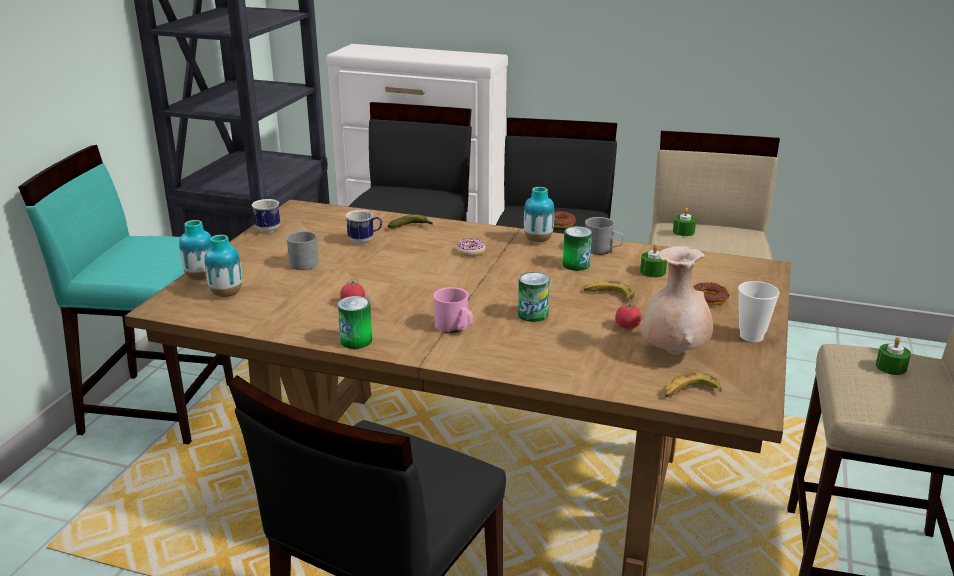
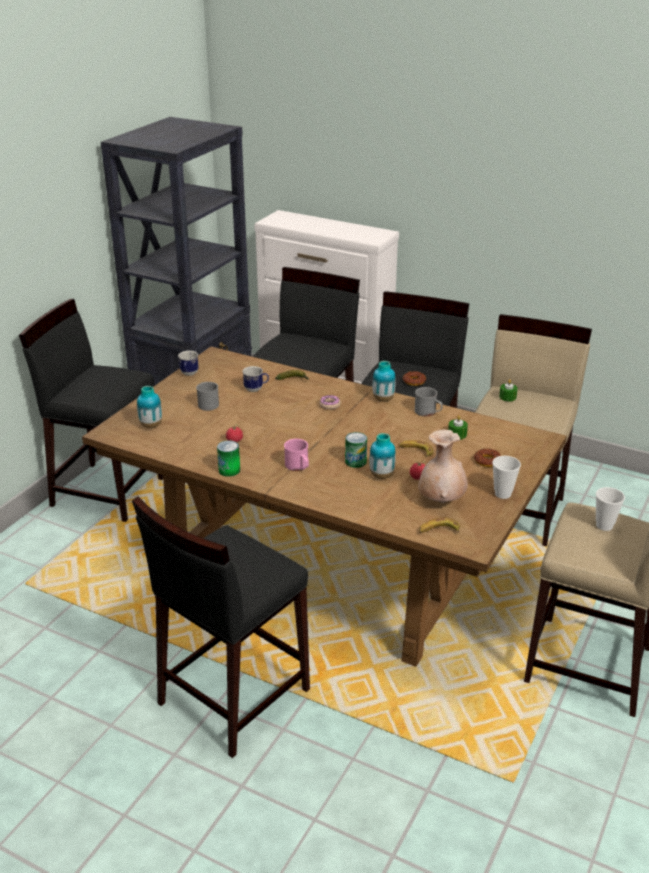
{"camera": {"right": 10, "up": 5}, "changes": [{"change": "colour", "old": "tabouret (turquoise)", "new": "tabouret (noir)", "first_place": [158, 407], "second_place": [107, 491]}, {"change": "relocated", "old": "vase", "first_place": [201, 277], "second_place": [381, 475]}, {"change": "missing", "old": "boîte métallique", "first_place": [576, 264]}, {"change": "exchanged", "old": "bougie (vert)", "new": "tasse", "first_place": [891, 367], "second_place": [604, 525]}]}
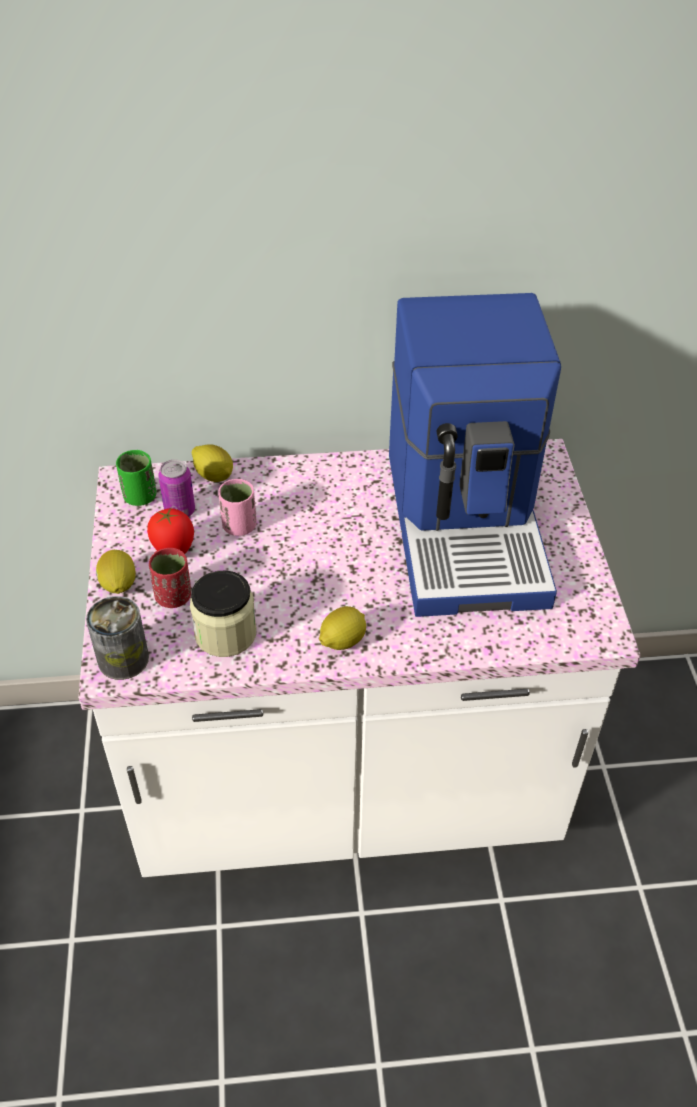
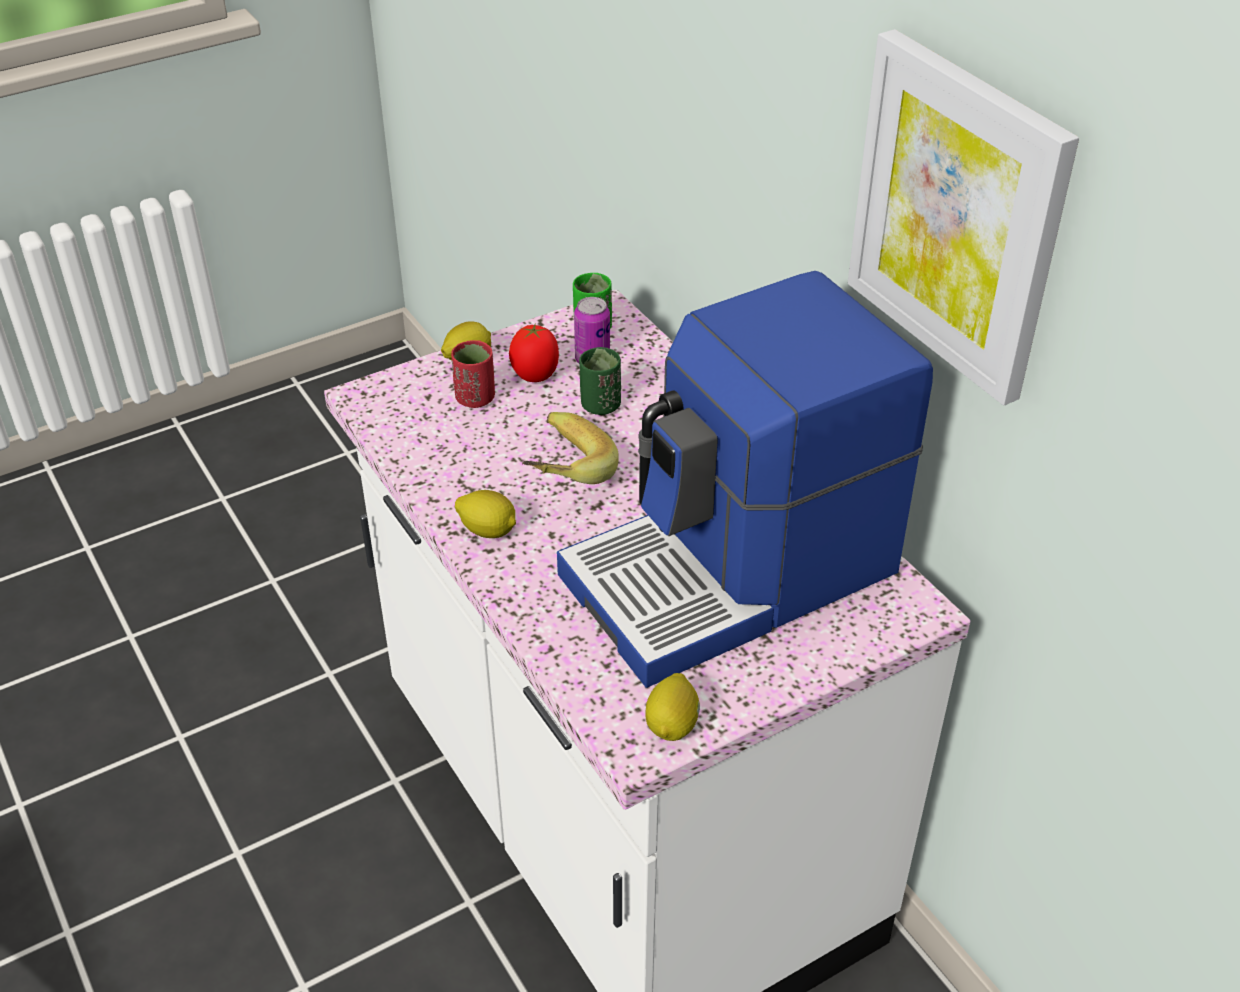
{"camera": {"right": 65, "up": -5}, "changes": [{"change": "missing", "old": "boîte métallique", "first_place": [123, 659]}, {"change": "missing", "old": "bocal", "first_place": [225, 634]}, {"change": "relocated", "old": "citron", "first_place": [214, 475], "second_place": [672, 725]}, {"change": "colour", "old": "tasse (rose)", "new": "tasse (vert)", "first_place": [239, 526], "second_place": [600, 405]}, {"change": "appeared", "new": "banane", "second_place": [559, 473]}, {"change": "appeared", "new": "tableau", "second_place": [958, 216]}]}
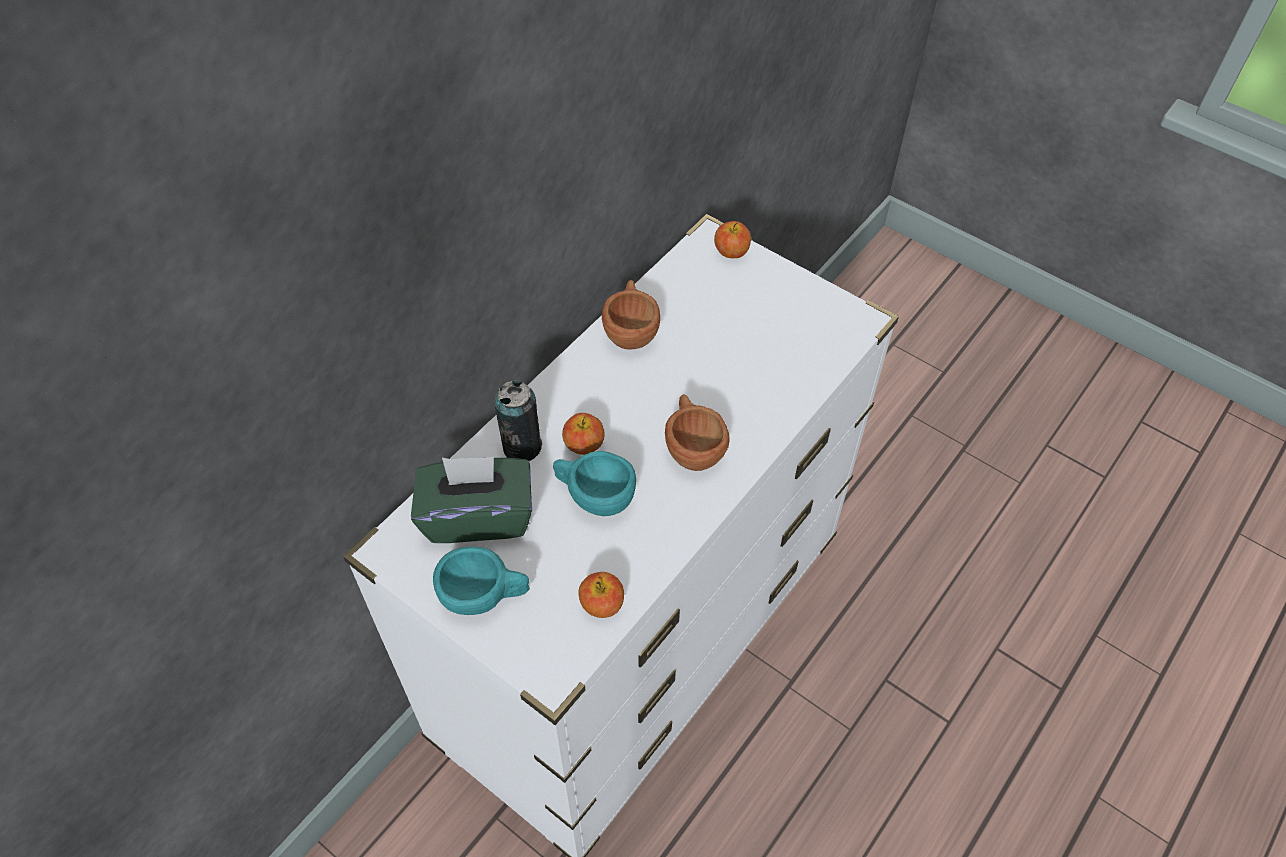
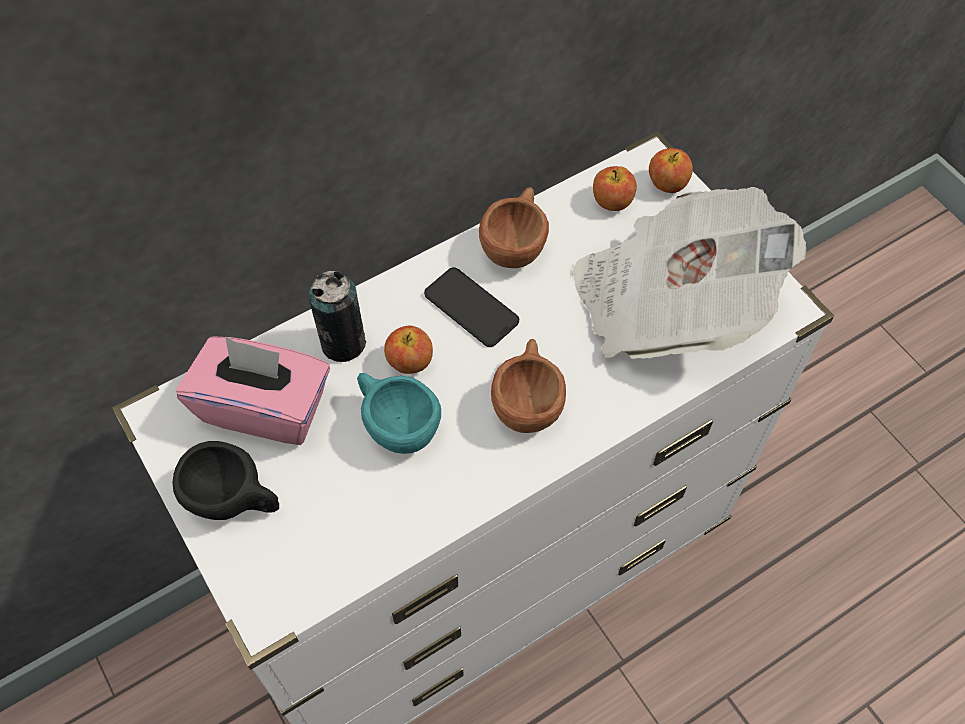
{"camera": {"right": 20, "up": 5}, "changes": [{"change": "colour", "old": "boîte à mouchoirs (vert)", "new": "boîte à mouchoirs (rose)", "first_place": [478, 516], "second_place": [265, 407]}, {"change": "colour", "old": "tasse (turquoise)", "new": "tasse (noir)", "first_place": [485, 596], "second_place": [235, 499]}, {"change": "relocated", "old": "pomme", "first_place": [601, 605], "second_place": [612, 201]}, {"change": "appeared", "new": "téléphone", "second_place": [471, 307]}, {"change": "appeared", "new": "journal", "second_place": [670, 303]}]}
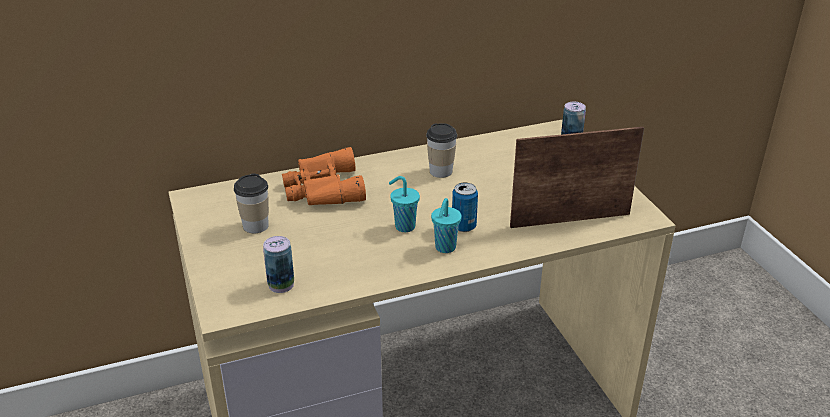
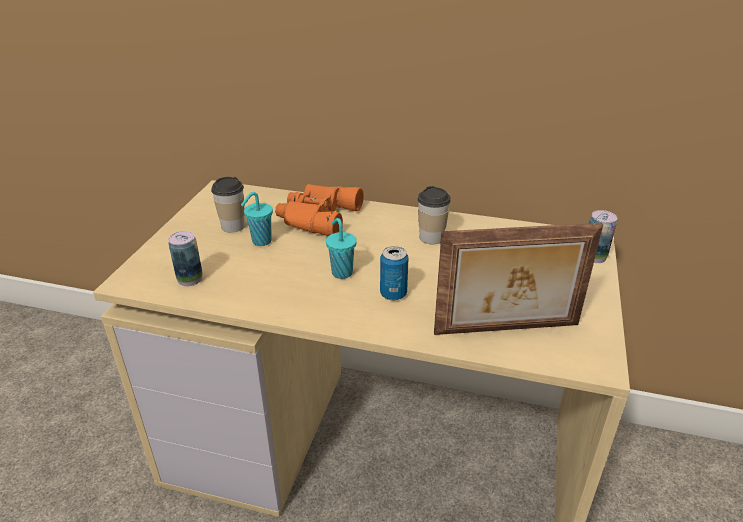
{"camera": {"right": 35, "up": 0}, "changes": [{"change": "relocated", "old": "tasse (turquoise)", "first_place": [445, 248], "second_place": [260, 241]}, {"change": "spun", "old": "cadre photo", "first_place": [569, 219], "second_place": [507, 330], "degrees": 150}]}
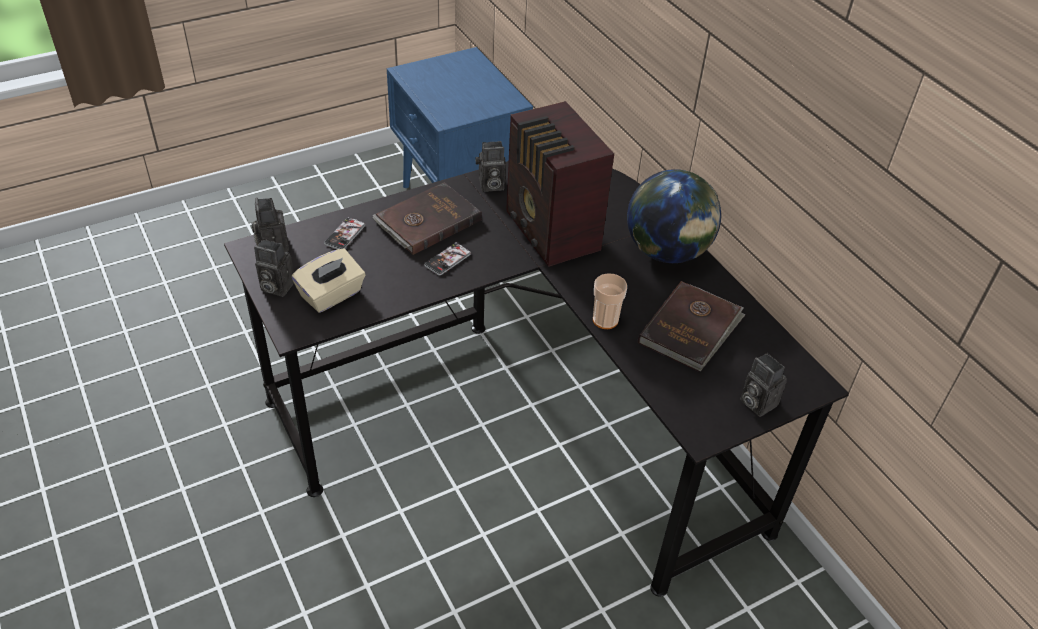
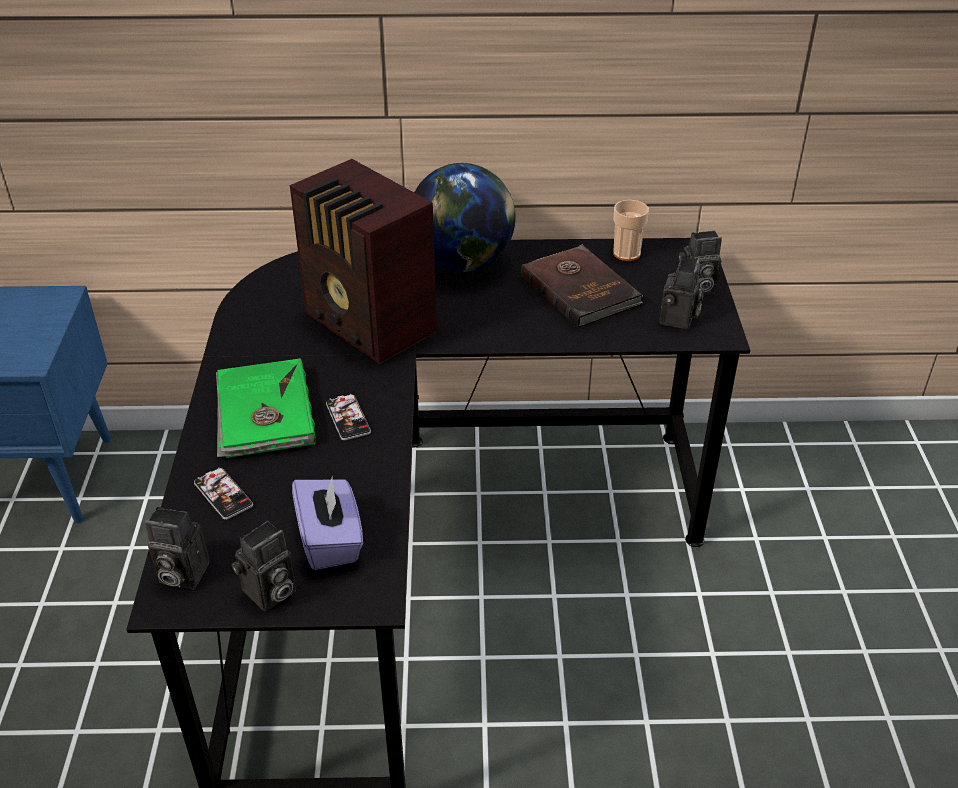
{"camera": {"right": -60, "up": -5}, "changes": [{"change": "colour", "old": "boîte à mouchoirs (beige)", "new": "boîte à mouchoirs (violet)", "first_place": [331, 295], "second_place": [330, 540]}, {"change": "colour", "old": "livre (marron)", "new": "livre (vert)", "first_place": [427, 221], "second_place": [263, 413]}, {"change": "relocated", "old": "appareil photo", "first_place": [490, 185], "second_place": [679, 320]}, {"change": "spun", "old": "radio", "first_place": [551, 233], "second_place": [370, 326], "degrees": 45}, {"change": "relocated", "old": "tasse", "first_place": [605, 320], "second_place": [626, 253]}]}
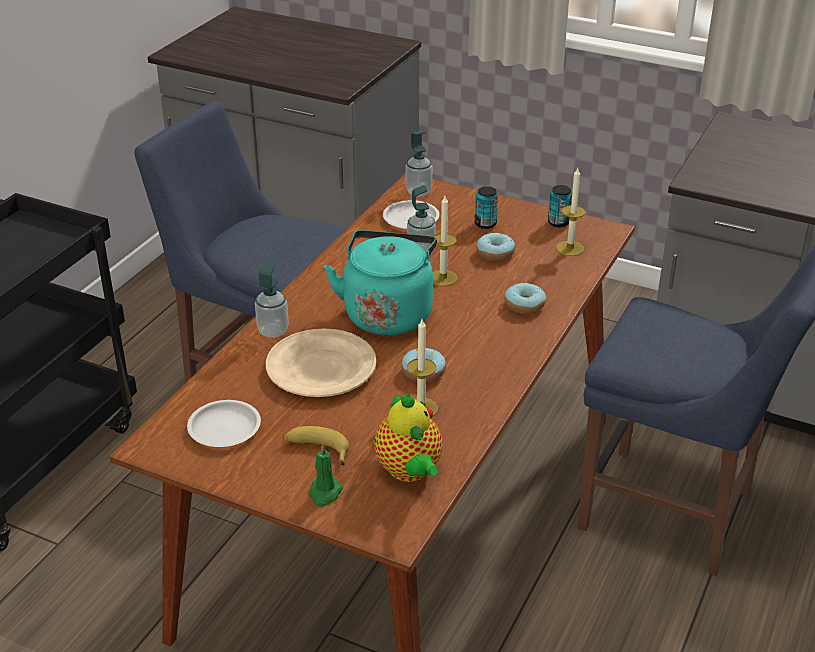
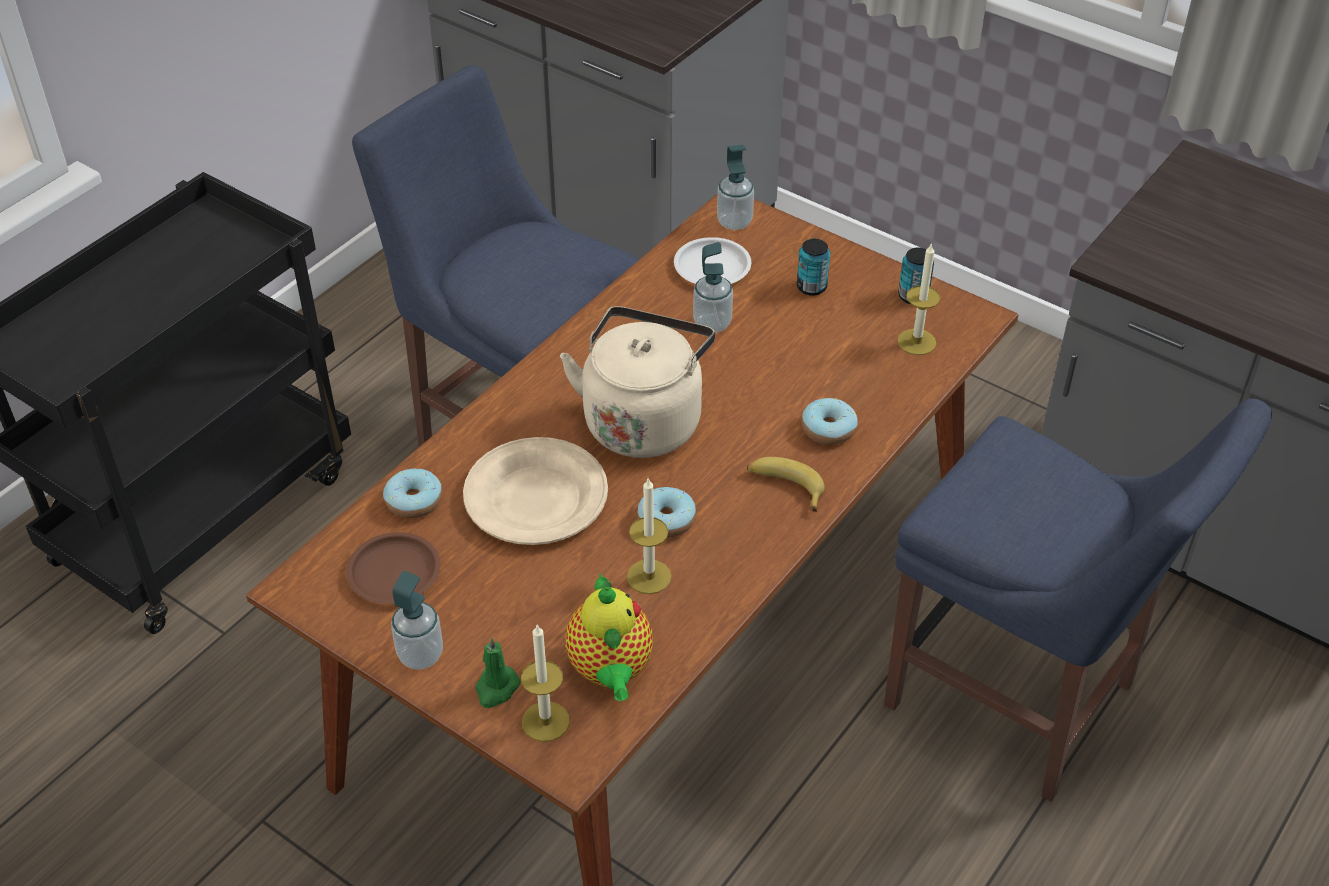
{"camera": {"right": 10, "up": 10}, "changes": [{"change": "colour", "old": "assiette (blanc)", "new": "assiette (marron)", "first_place": [224, 428], "second_place": [394, 572]}, {"change": "relocated", "old": "distributeur de savon", "first_place": [273, 331], "second_place": [420, 655]}, {"change": "relocated", "old": "banane", "first_place": [316, 449], "second_place": [785, 486]}, {"change": "colour", "old": "bouilloire (turquoise)", "new": "bouilloire (beige)", "first_place": [388, 313], "second_place": [643, 420]}, {"change": "relocated", "old": "bougie", "first_place": [443, 278], "second_place": [545, 721]}, {"change": "relocated", "old": "beignet", "first_place": [495, 253], "second_place": [414, 501]}]}
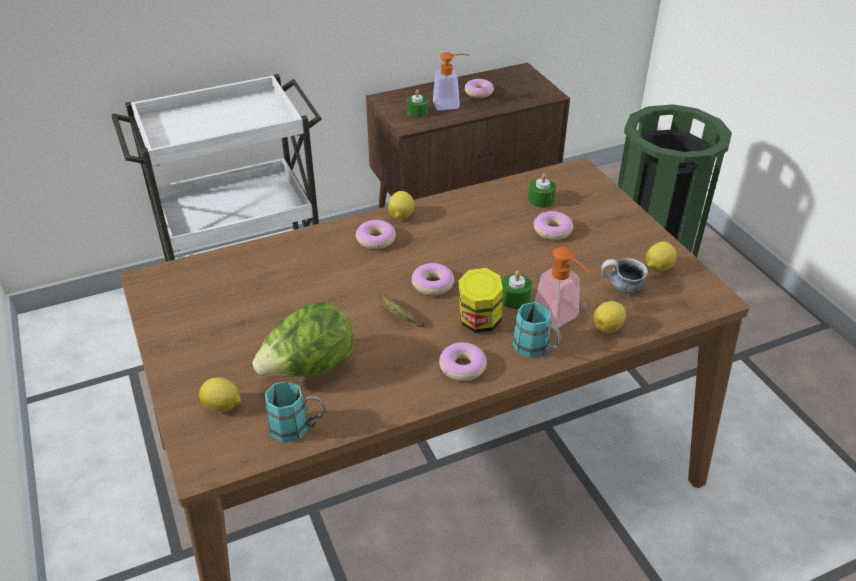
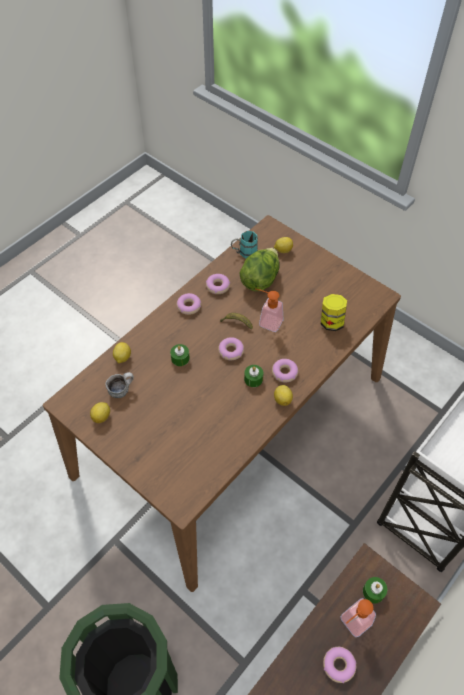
{"camera": {"right": 155, "up": 15}, "changes": [{"change": "relocated", "old": "bocal", "first_place": [479, 322], "second_place": [331, 322]}, {"change": "missing", "old": "mug (turquoise)", "first_place": [537, 350]}, {"change": "relocated", "old": "bougie (vert)", "first_place": [541, 200], "second_place": [253, 379]}, {"change": "relocated", "old": "beignet", "first_place": [552, 230], "second_place": [218, 286]}, {"change": "relocated", "old": "distributeur de savon", "first_place": [561, 319], "second_place": [267, 321]}]}
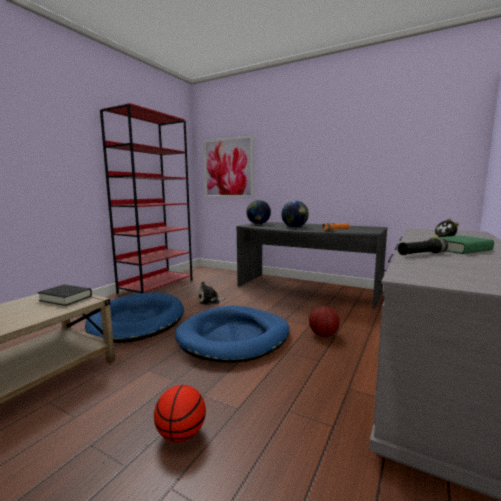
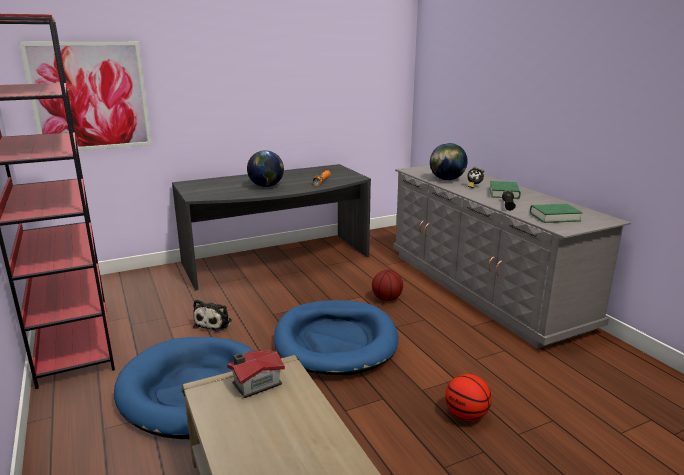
{"camera": {"right": -55, "up": 10}, "changes": [{"change": "exchanged", "old": "livre (noir)", "new": "maison miniature", "first_place": [66, 298], "second_place": [255, 384]}, {"change": "relocated", "old": "globe", "first_place": [258, 224], "second_place": [447, 179]}, {"change": "appeared", "new": "livre (vert)", "second_place": [554, 217]}]}
